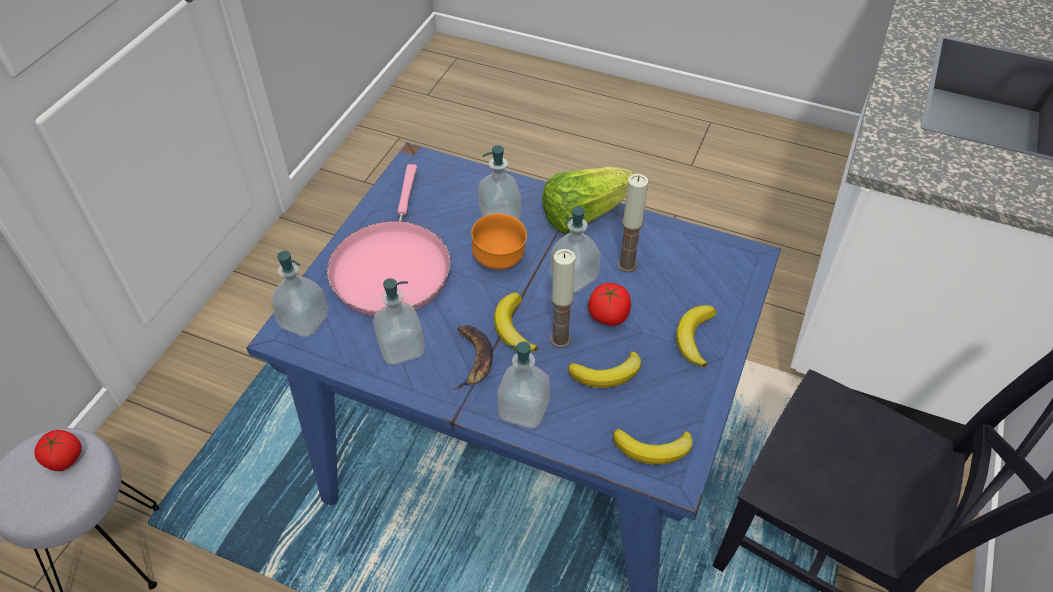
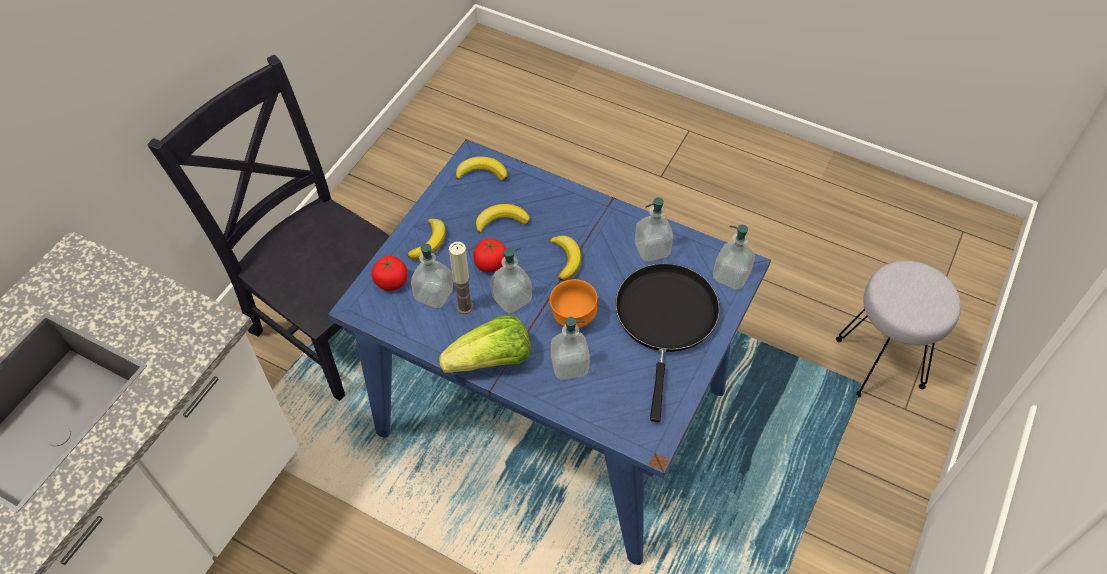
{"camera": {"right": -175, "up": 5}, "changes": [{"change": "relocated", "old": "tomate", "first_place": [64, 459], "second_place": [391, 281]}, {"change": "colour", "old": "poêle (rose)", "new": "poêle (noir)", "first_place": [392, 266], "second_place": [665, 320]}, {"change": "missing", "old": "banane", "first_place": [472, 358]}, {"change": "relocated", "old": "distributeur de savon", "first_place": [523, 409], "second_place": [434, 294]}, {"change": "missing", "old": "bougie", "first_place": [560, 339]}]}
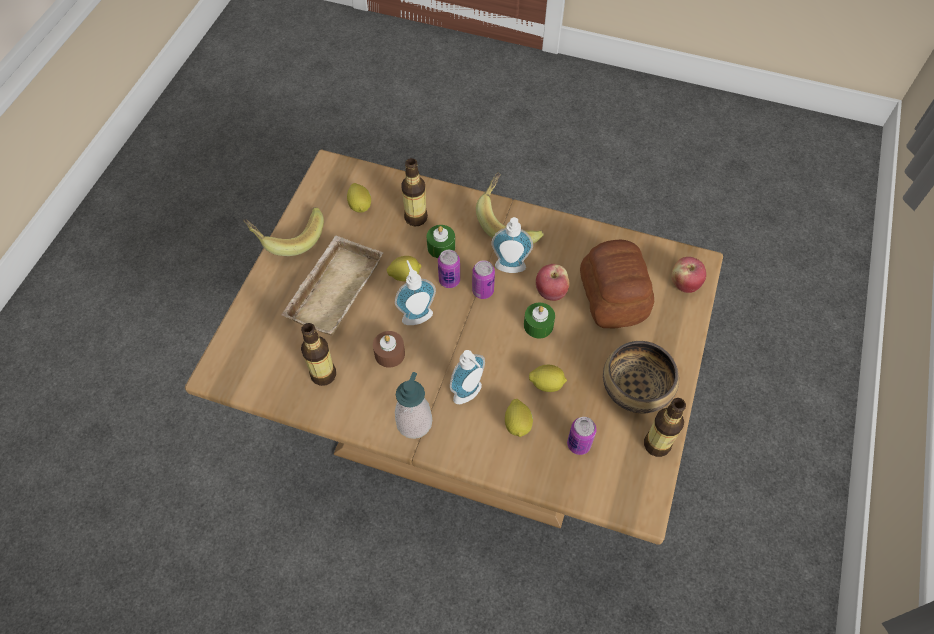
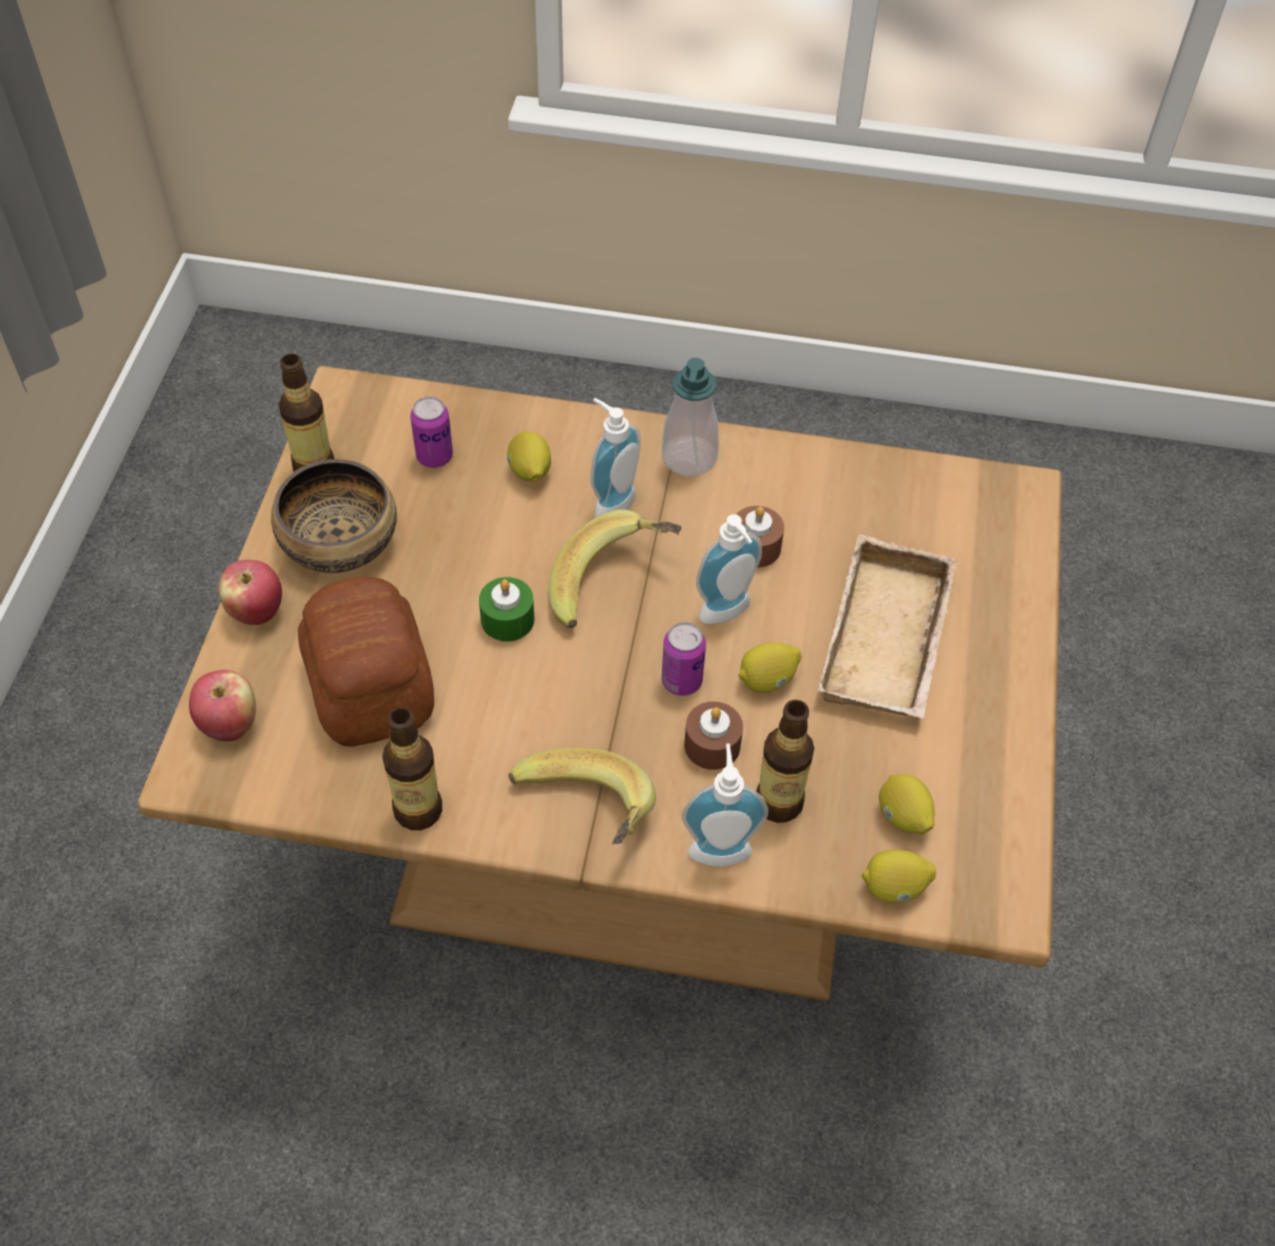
{"camera": {"right": 170, "up": -5}, "changes": [{"change": "relocated", "old": "banane", "first_place": [288, 236], "second_place": [614, 586]}, {"change": "relocated", "old": "bouteille", "first_place": [323, 374], "second_place": [418, 810]}, {"change": "colour", "old": "bougie (vert)", "new": "bougie (marron)", "first_place": [441, 247], "second_place": [712, 745]}, {"change": "missing", "old": "boîte métallique", "first_place": [483, 291]}, {"change": "relocated", "old": "distributeur de savon", "first_place": [510, 270], "second_place": [719, 845]}, {"change": "relocated", "old": "citron", "first_place": [546, 384], "second_place": [894, 888]}, {"change": "relocated", "old": "pomme", "first_place": [551, 292], "second_place": [256, 611]}]}
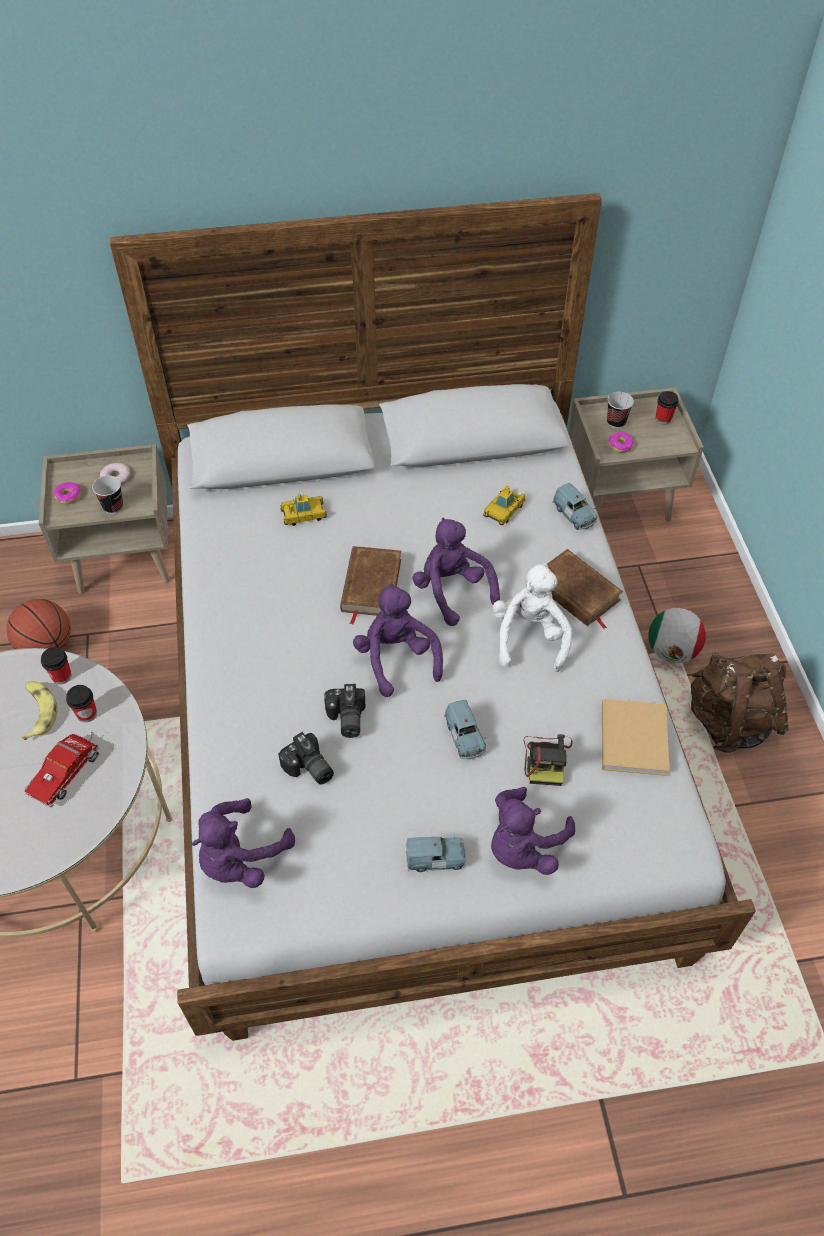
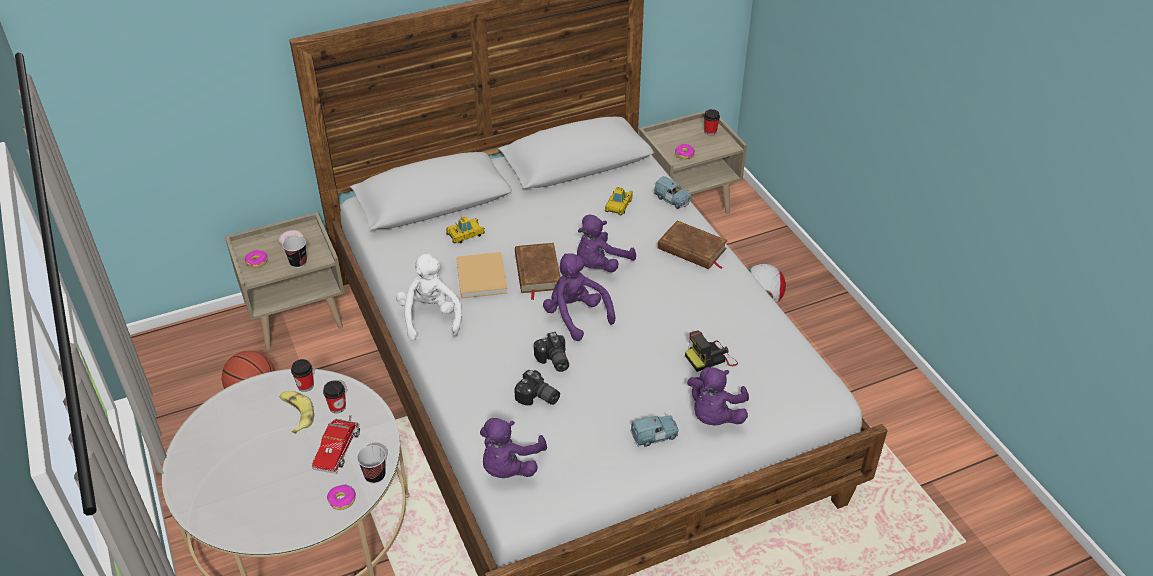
{"camera": {"right": -15, "up": -10}, "changes": [{"change": "spun", "old": "peluche (violet)", "first_place": [452, 591], "second_place": [600, 264], "degrees": -90}, {"change": "missing", "old": "petite voiture (bleu)", "first_place": [464, 737]}, {"change": "relocated", "old": "peluche (blanc)", "first_place": [529, 637], "second_place": [430, 317]}, {"change": "spun", "old": "appareil photo", "first_place": [546, 759], "second_place": [710, 358], "degrees": 75}, {"change": "relocated", "old": "livre (beige)", "first_place": [633, 736], "second_place": [481, 275]}, {"change": "relocated", "old": "tasse", "first_place": [616, 422], "second_place": [375, 475]}, {"change": "missing", "old": "sac à dos (marron)", "first_place": [728, 722]}, {"change": "appeared", "new": "beignet", "second_place": [342, 500]}]}
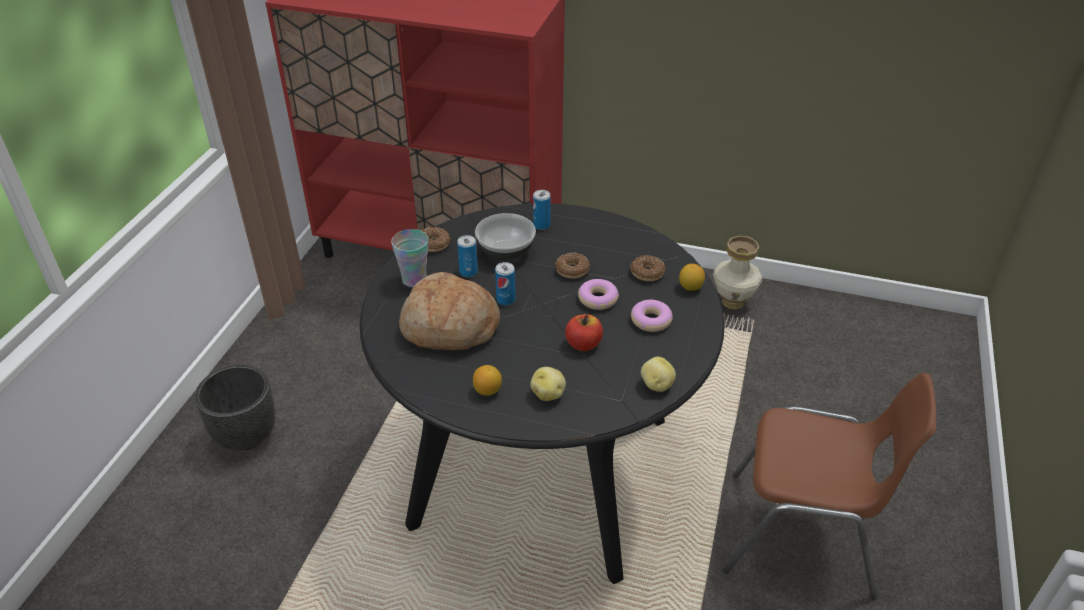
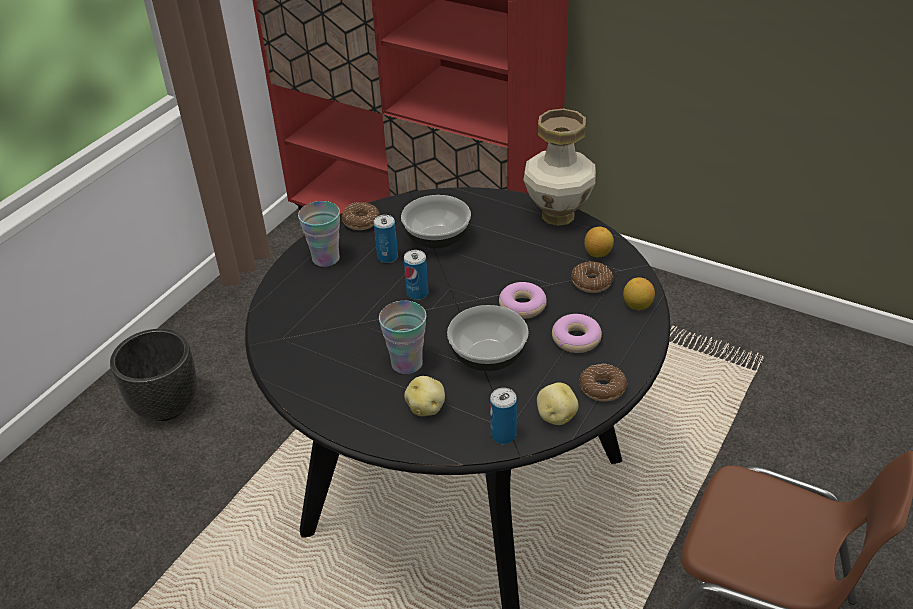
{"camera": {"right": 15, "up": 0}, "changes": [{"change": "missing", "old": "pain", "first_place": [449, 327]}, {"change": "relocated", "old": "citron", "first_place": [487, 390], "second_place": [598, 253]}, {"change": "relocated", "old": "boîte métallique", "first_place": [541, 225], "second_place": [503, 435]}, {"change": "relocated", "old": "beignet", "first_place": [572, 270], "second_place": [602, 388]}, {"change": "exchanged", "old": "pomme", "new": "bol", "first_place": [583, 344], "second_place": [487, 356]}, {"change": "relocated", "old": "vase", "first_place": [732, 302], "second_place": [557, 215]}, {"change": "appeared", "new": "tasse", "second_place": [407, 363]}]}
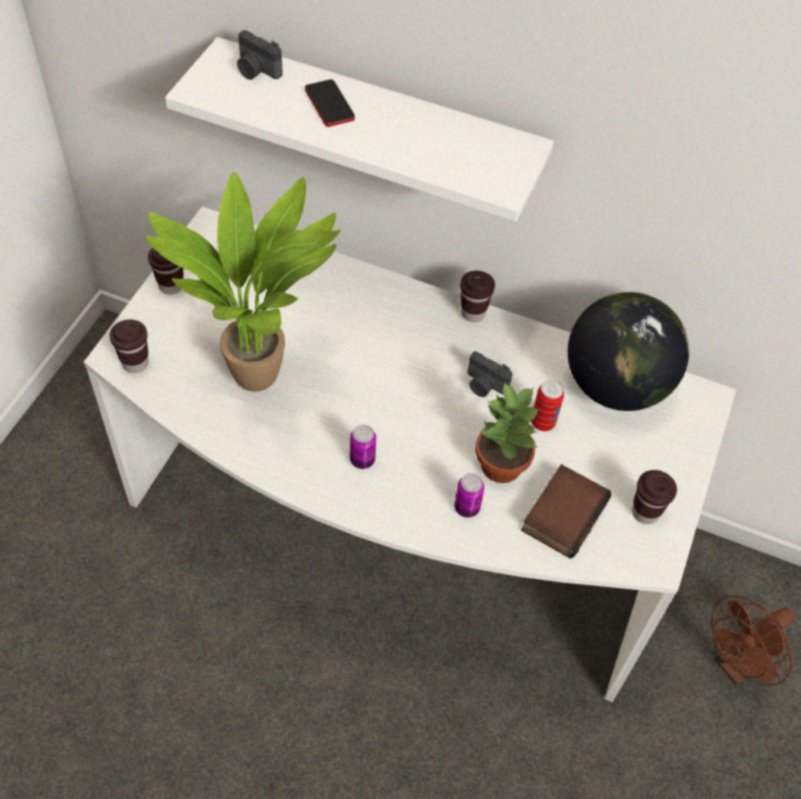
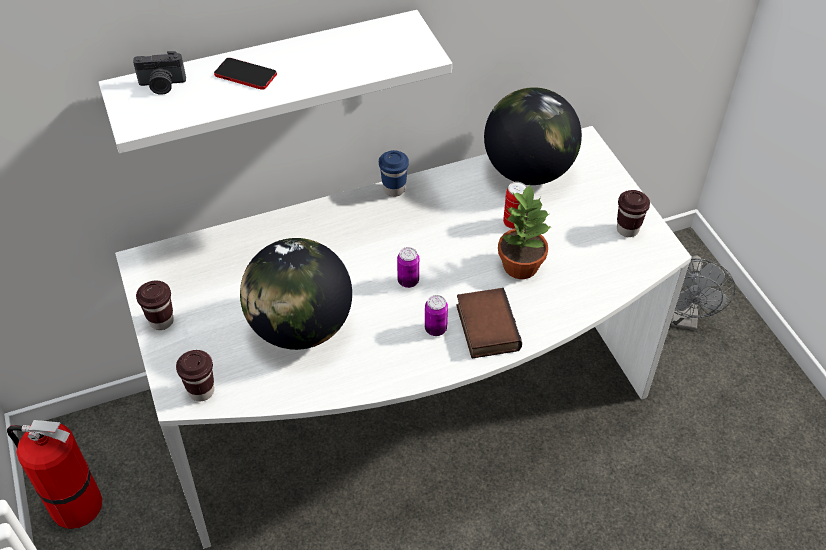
{"camera": {"right": -40, "up": -5}, "changes": [{"change": "exchanged", "old": "plante en pot", "new": "globe", "first_place": [261, 372], "second_place": [300, 327]}, {"change": "relocated", "old": "boîte métallique", "first_place": [466, 508], "second_place": [408, 281]}, {"change": "colour", "old": "tasse (marron)", "new": "tasse (bleu)", "first_place": [473, 313], "second_place": [394, 189]}, {"change": "missing", "old": "appareil photo", "first_place": [484, 386]}, {"change": "relocated", "old": "livre", "first_place": [562, 513], "second_place": [485, 327]}, {"change": "colour", "old": "ventilateur (marron)", "new": "ventilateur (gris)", "first_place": [736, 664], "second_place": [684, 318]}, {"change": "appeared", "new": "extincteur", "second_place": [73, 505]}]}
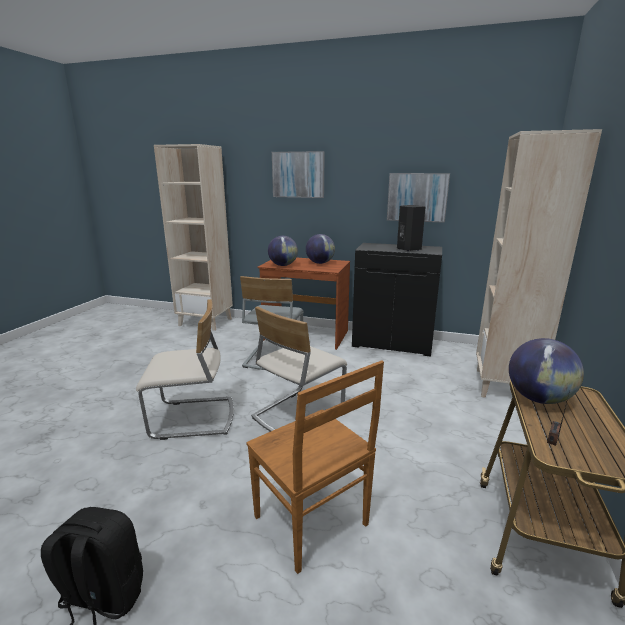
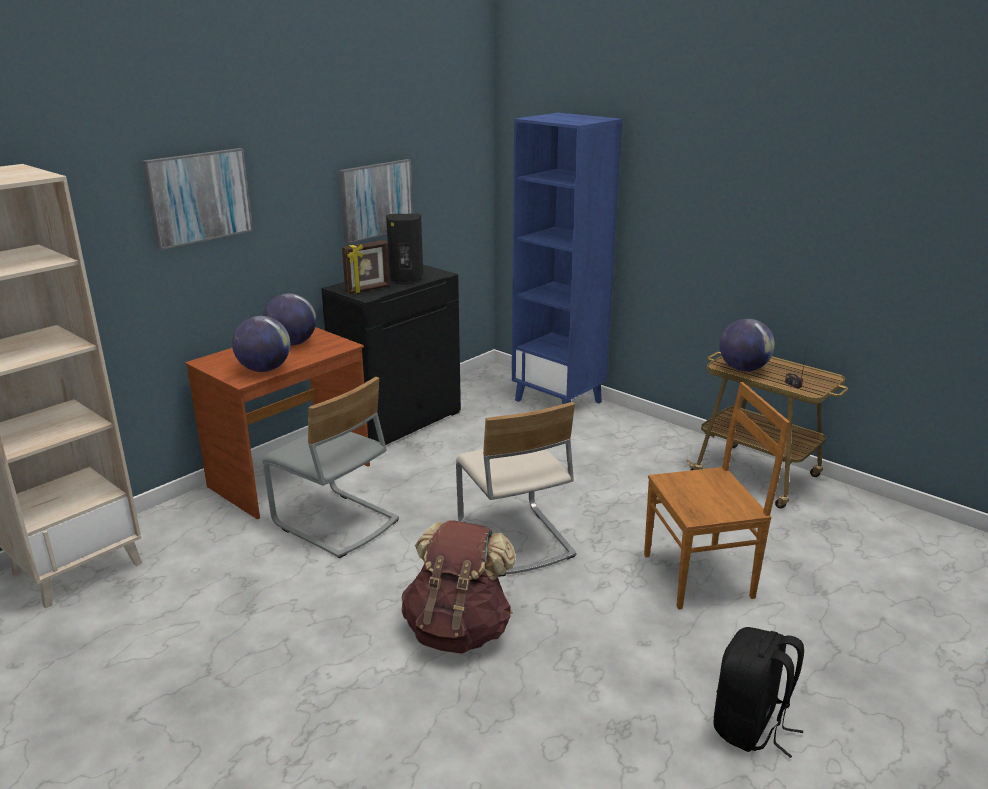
{"camera": {"right": -65, "up": 5}, "changes": [{"change": "exchanged", "old": "chaise (beige)", "new": "sac à dos (marron)", "first_place": [193, 419], "second_place": [458, 630]}, {"change": "colour", "old": "bibliothèque (beige)", "new": "bibliothèque (bleu)", "first_place": [504, 386], "second_place": [559, 401]}, {"change": "appeared", "new": "cadre photo", "second_place": [368, 290]}]}
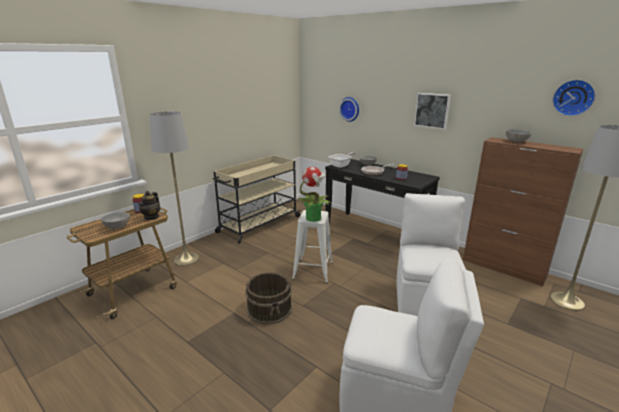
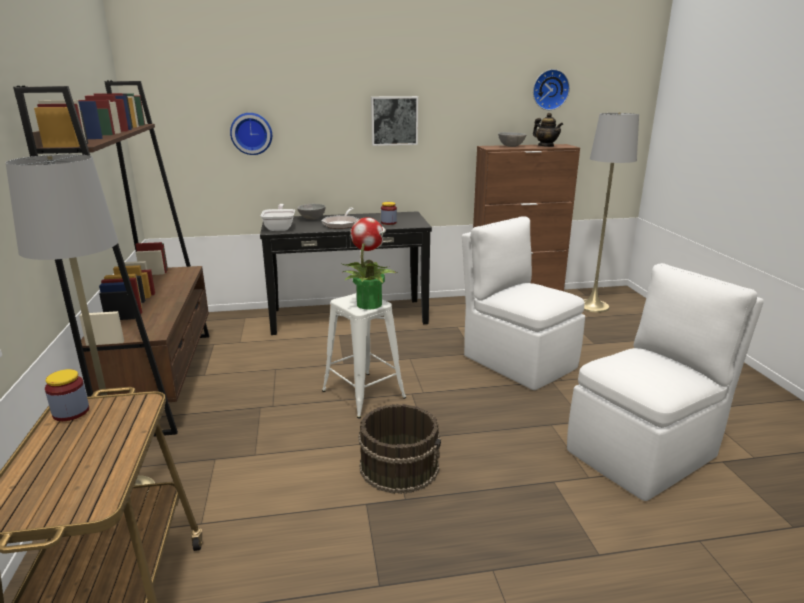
{"camera": {"right": -50, "up": 0}, "changes": [{"change": "missing", "old": "bol (gris)", "first_place": [117, 227]}, {"change": "relocated", "old": "théière", "first_place": [152, 217], "second_place": [546, 146]}, {"change": "exchanged", "old": "chariot (beige)", "new": "bibliothèque (marron)", "first_place": [258, 224], "second_place": [163, 379]}]}
